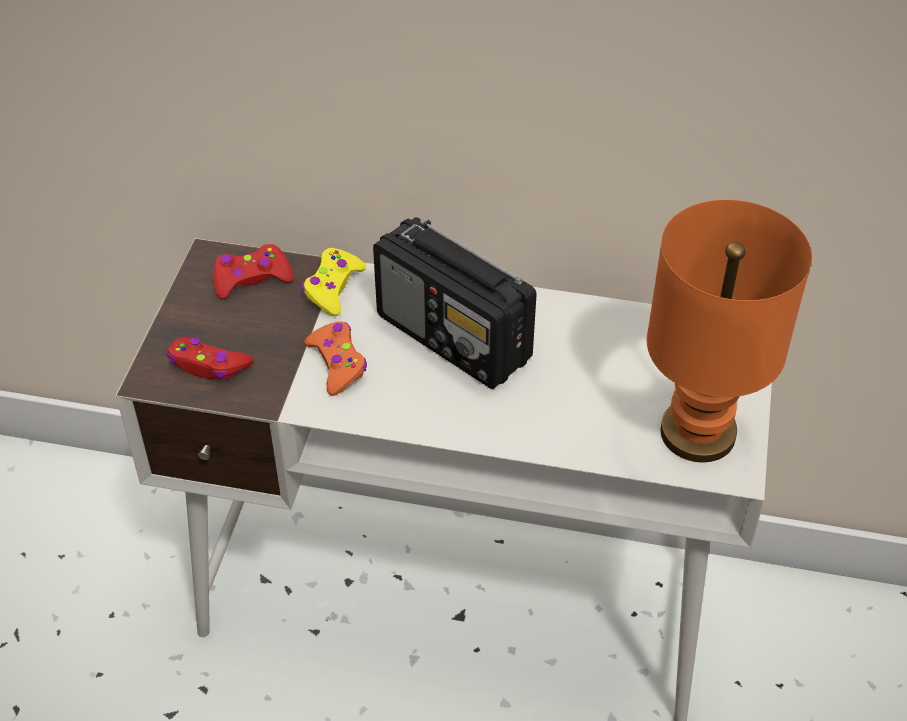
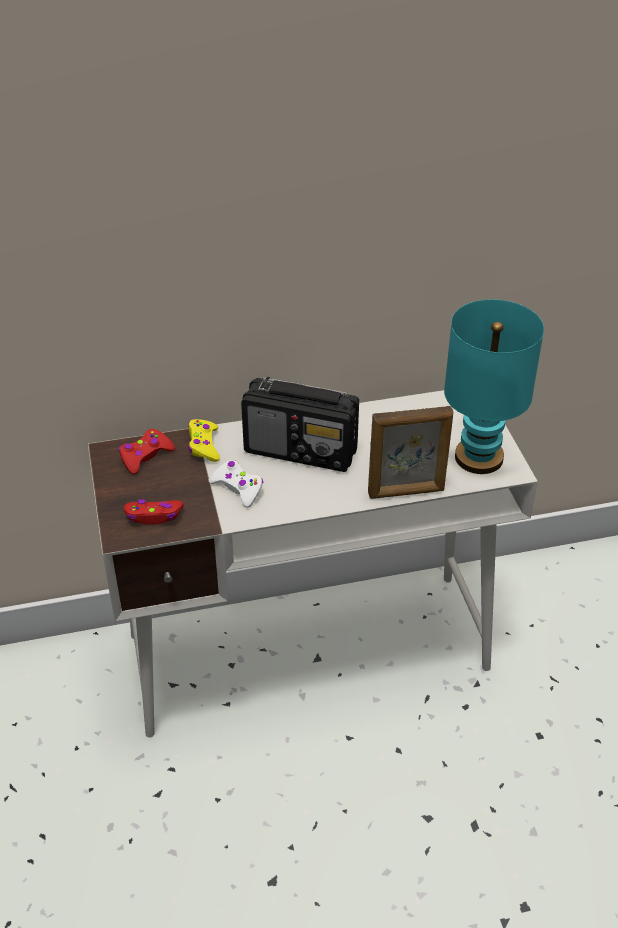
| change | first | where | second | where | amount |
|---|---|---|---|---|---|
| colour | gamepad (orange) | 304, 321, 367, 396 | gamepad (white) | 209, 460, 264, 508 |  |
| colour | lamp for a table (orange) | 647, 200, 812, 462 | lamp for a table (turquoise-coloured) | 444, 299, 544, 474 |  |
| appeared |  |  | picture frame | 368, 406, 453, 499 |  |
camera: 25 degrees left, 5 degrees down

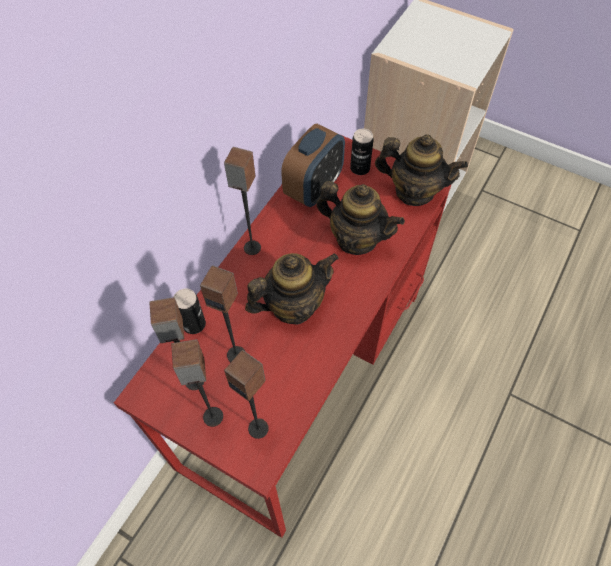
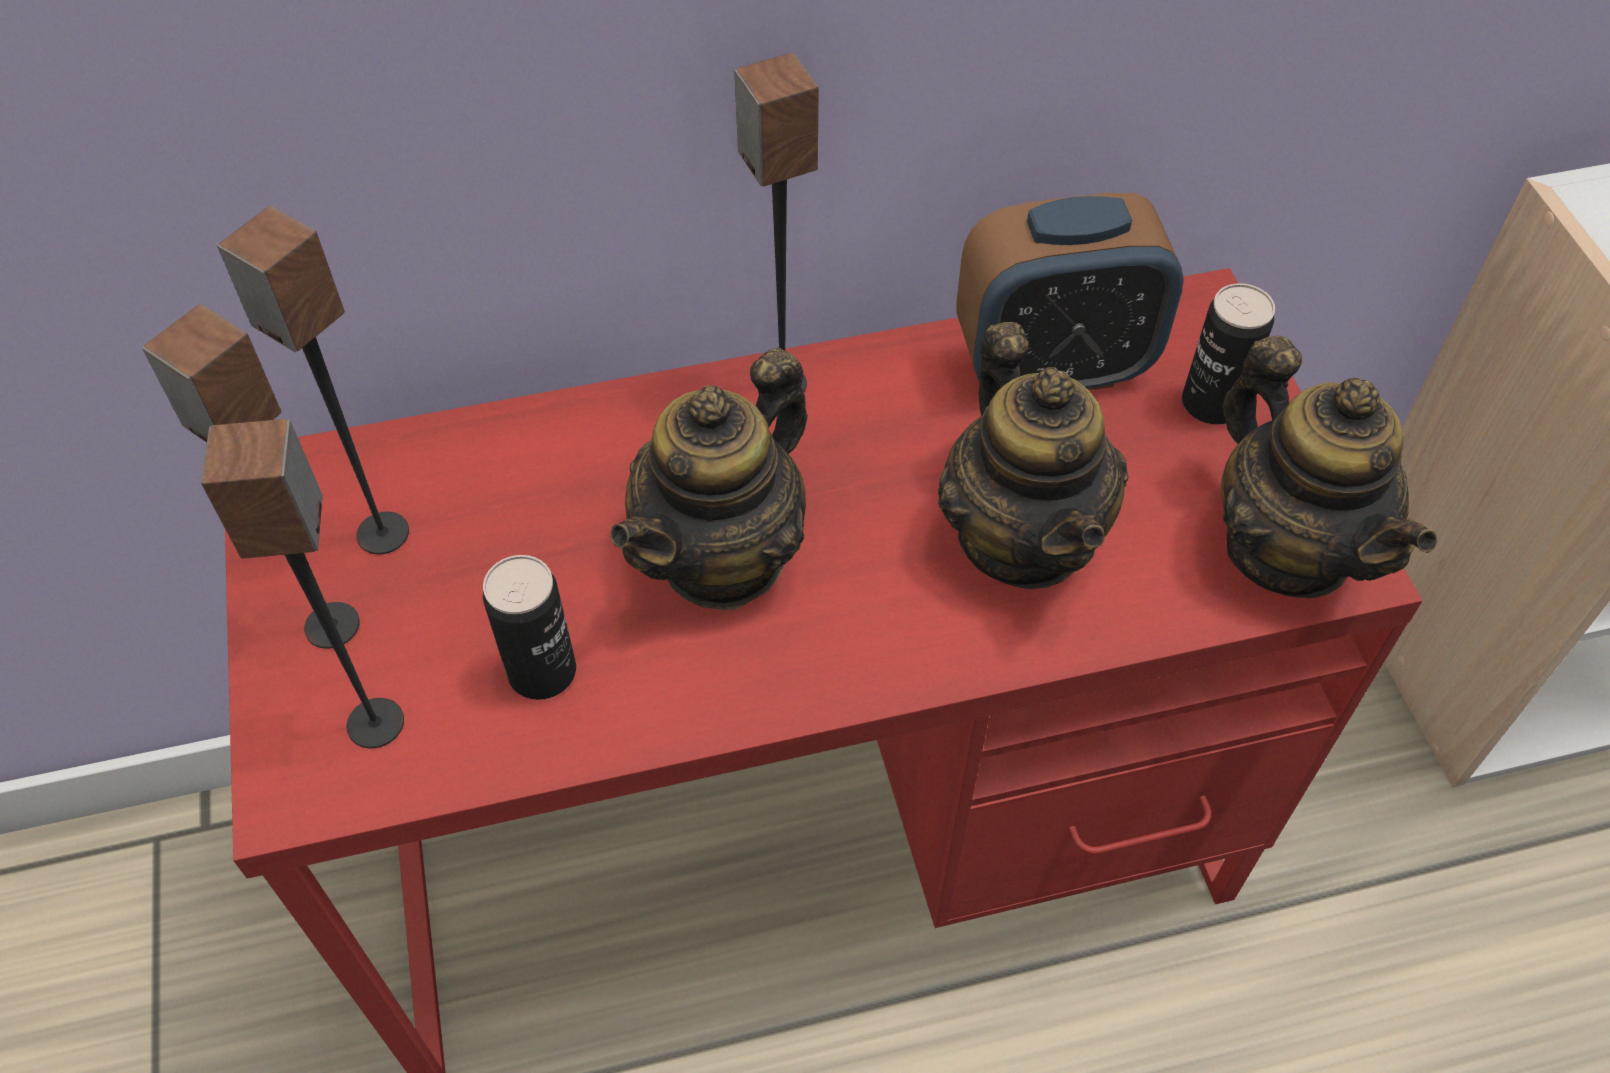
| change | first | where | second | where | amount |
|---|---|---|---|---|---|
| relocated | metal can | 174, 288, 206, 334 |  | 483, 555, 576, 700 |  |
| missing | audio speaker | 200, 265, 245, 362 |  |  |  |
| spun | pot for tea | 245, 253, 339, 325 |  | 610, 348, 808, 611 | 105 degrees clockwise |
camera: 45 degrees right, 5 degrees down

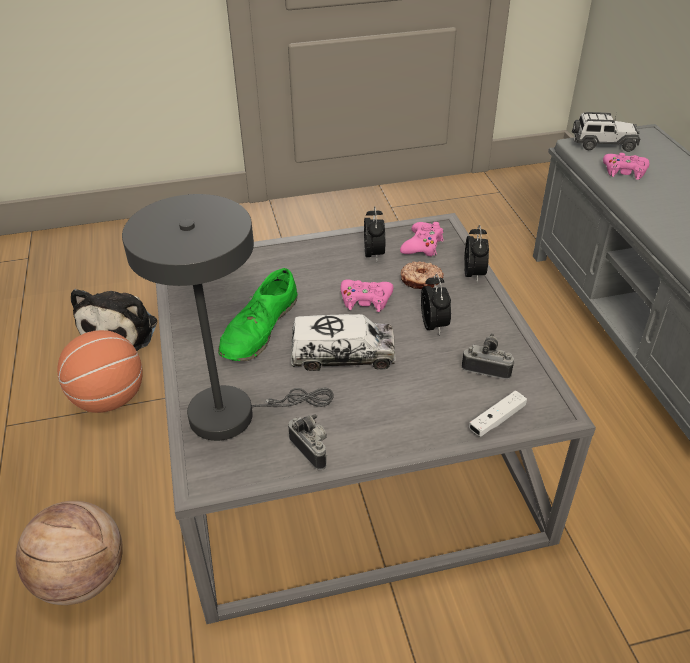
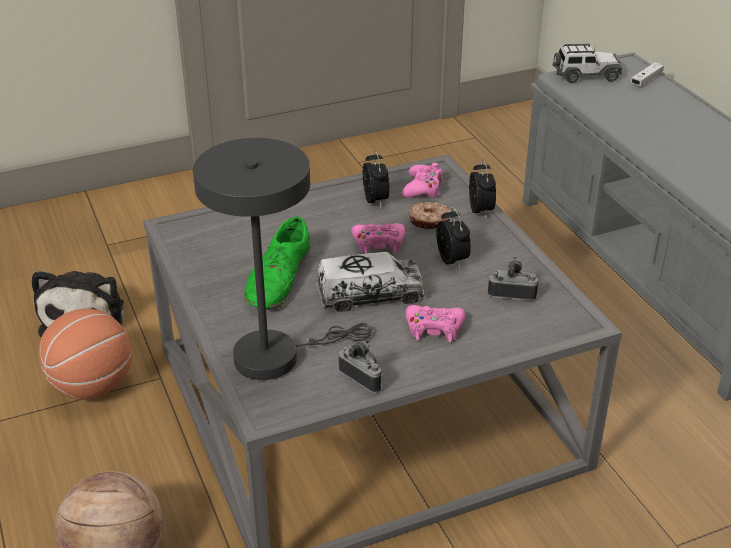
| change | first | where | second | where | amount |
|---|---|---|---|---|---|
| relocated | gamepad (white) | 469, 390, 527, 437 |  | 631, 62, 664, 86 |  |
| relocated | gamepad (pinkish) | 603, 153, 649, 180 |  | 406, 305, 465, 342 |  |
camera: 10 degrees left, 5 degrees down

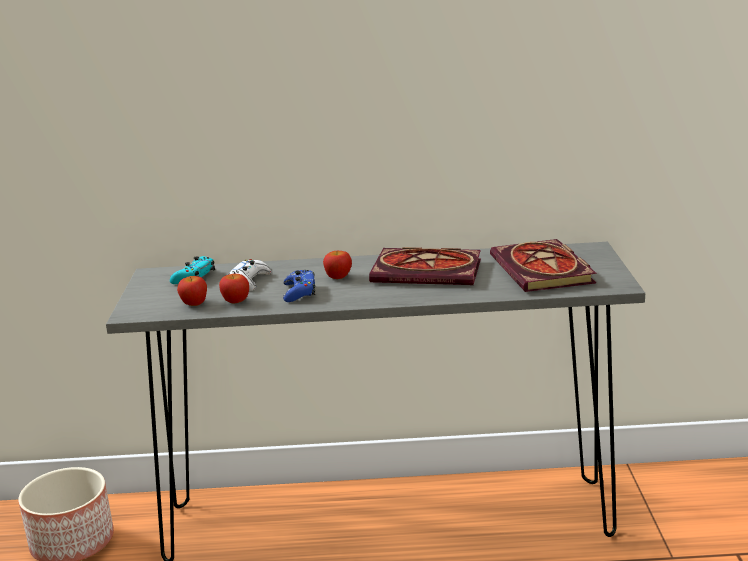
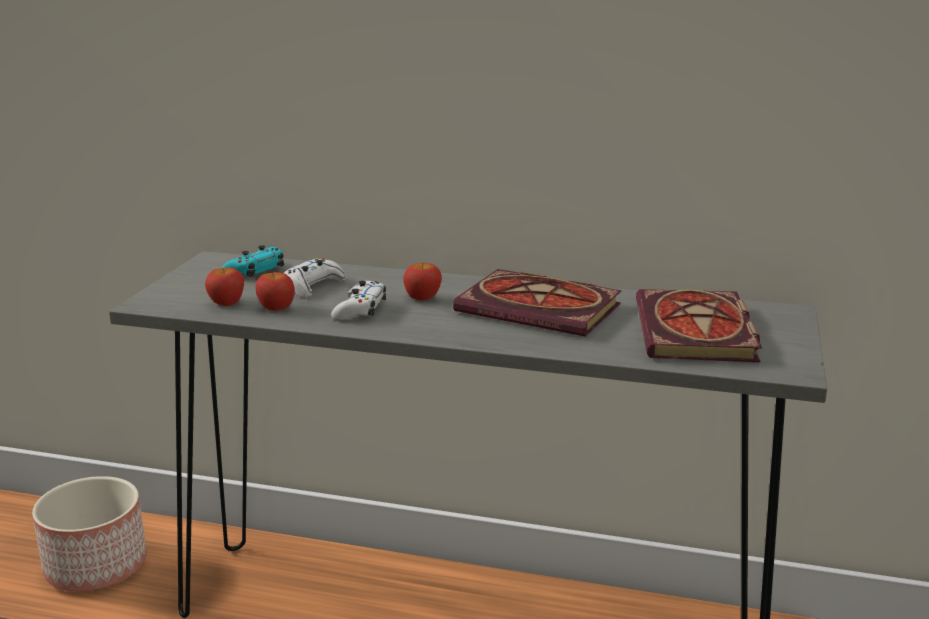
| change | first | where | second | where | amount |
|---|---|---|---|---|---|
| colour | gamepad (blue) | 283, 270, 315, 302 | gamepad (white) | 331, 281, 386, 320 |  |
camera: 15 degrees right, 0 degrees up

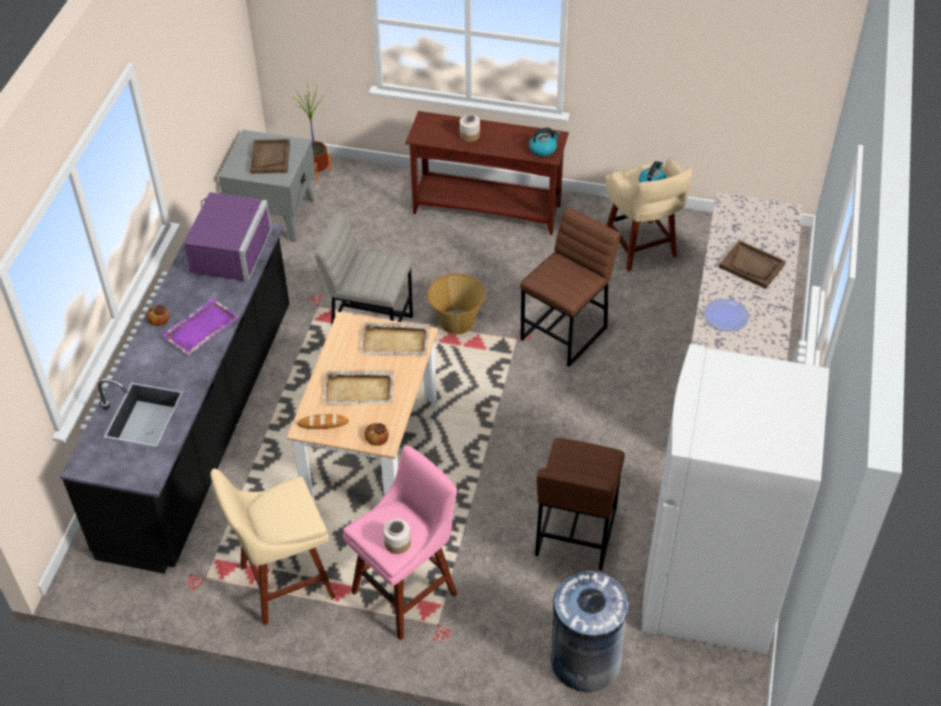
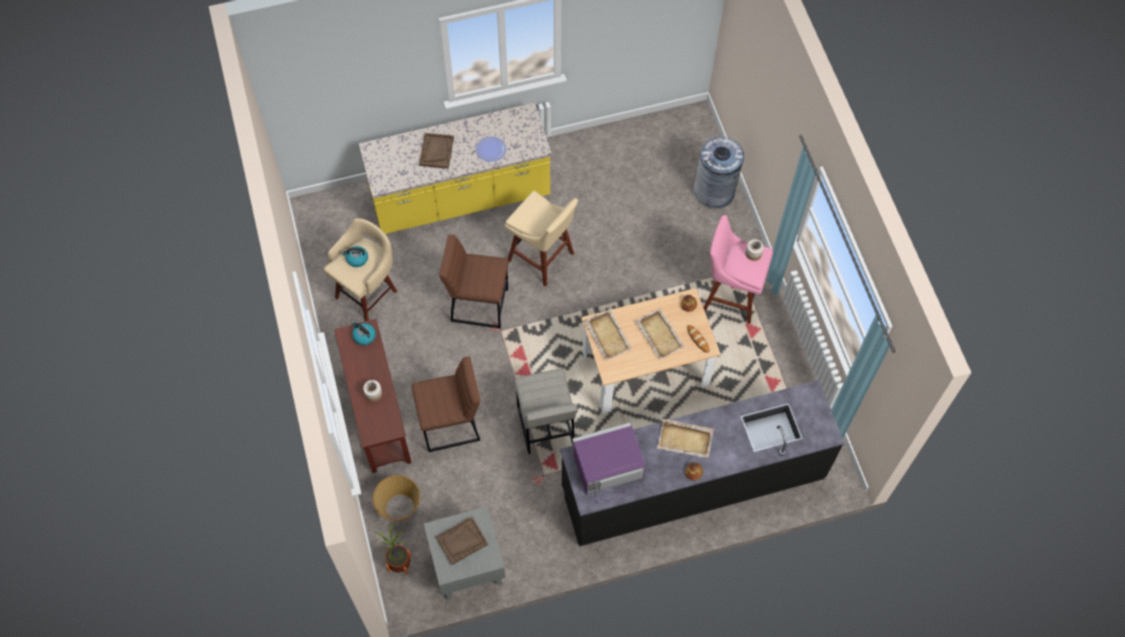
| change | first | where | second | where | amount |
|---|---|---|---|---|---|
| colour | carrying tray (purple-coloured) | 161, 298, 240, 355 | carrying tray (beige-coloured) | 657, 419, 714, 458 |  |
| relocated | stool seat (beige-coloured) | 210, 468, 336, 625 |  | 505, 191, 578, 287 |  |
| relocated | storage basket | 427, 273, 485, 334 |  | 373, 475, 420, 521 |  |
| relocated | plain chair (brown) | 535, 438, 625, 570 |  | 412, 356, 481, 452 |  |
| missing | refrigerator (white) | 642, 344, 829, 654 |  |  |  |
camera: 120 degrees left, 15 degrees up

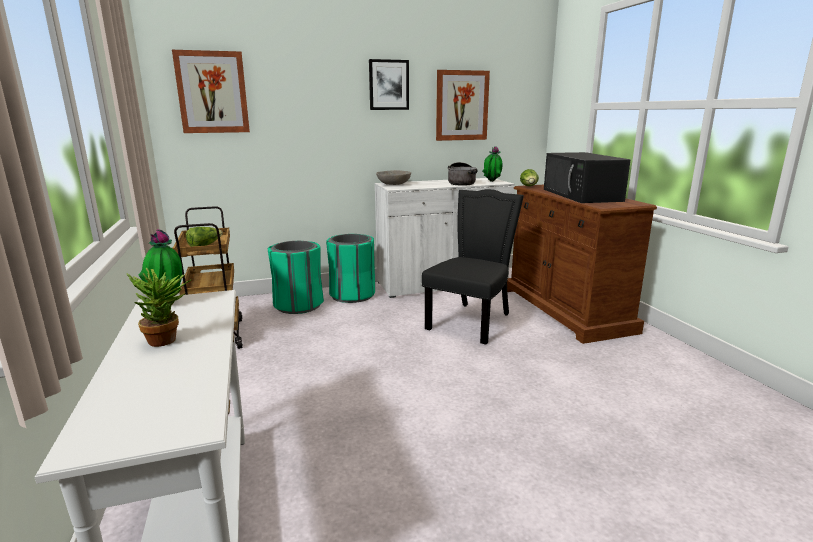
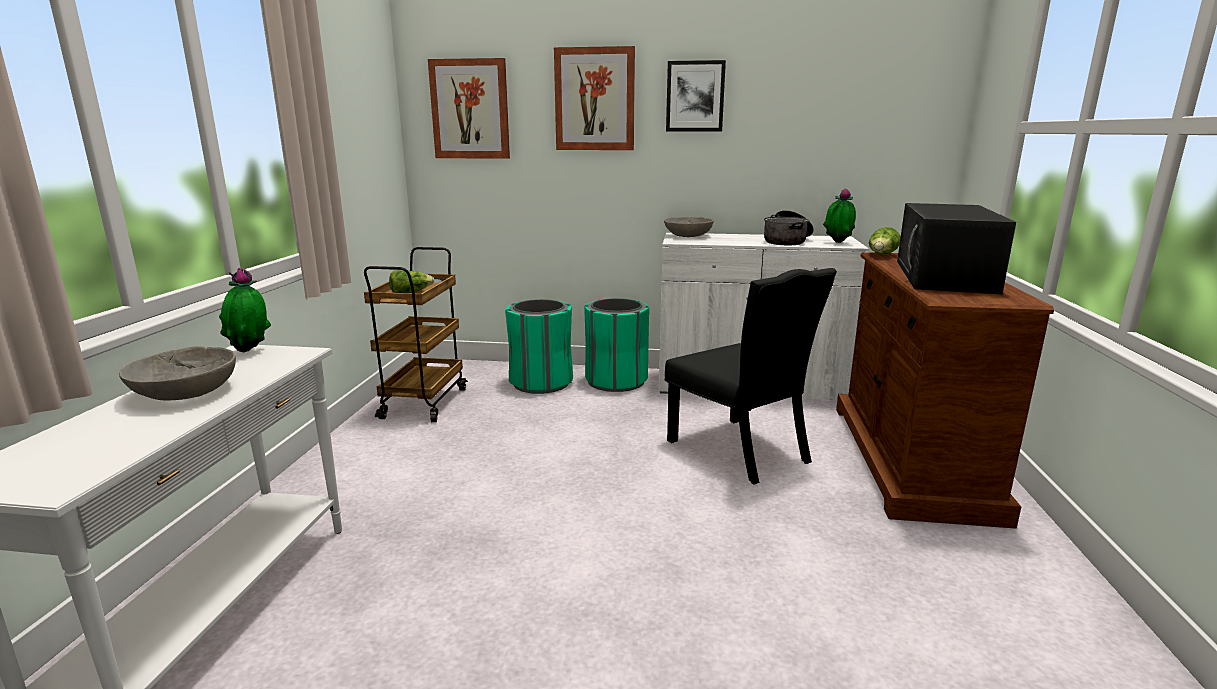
| change | first | where | second | where | amount |
|---|---|---|---|---|---|
| exchanged | houseplant | 126, 268, 192, 347 | serving bowl (greyish) | 119, 346, 236, 400 |  |
| spun | plain chair (blackish) | 422, 189, 524, 345 |  | 664, 268, 837, 485 | 90 degrees clockwise |
| relocated | picture | 436, 70, 490, 141 |  | 554, 46, 635, 150 |  |
camera: 25 degrees right, 0 degrees up

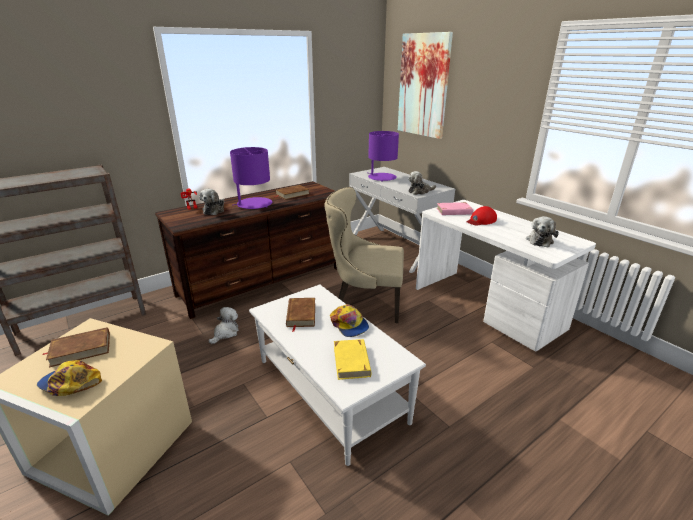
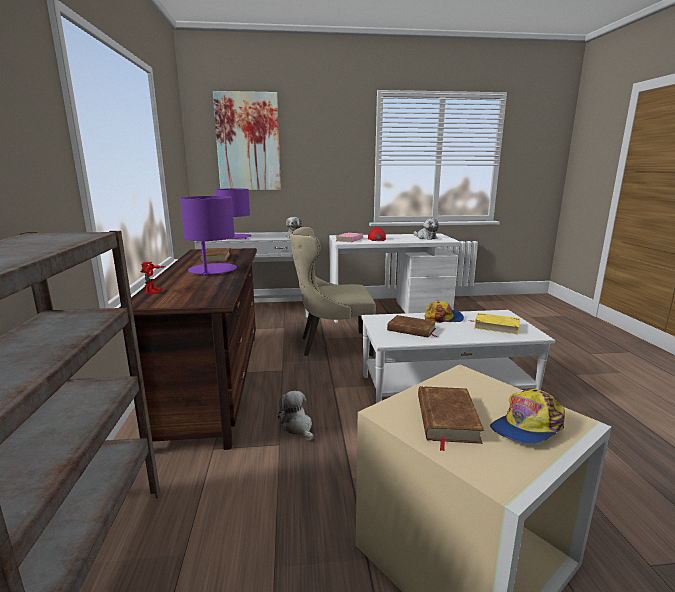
| change | first | where | second | where | amount |
|---|---|---|---|---|---|
| missing | plush toy | 199, 189, 224, 215 |  |  |  |
| spun | plain chair (beige-coloured) | 324, 187, 404, 323 |  | 290, 226, 376, 356 | 45 degrees clockwise |
camera: 60 degrees left, 10 degrees down

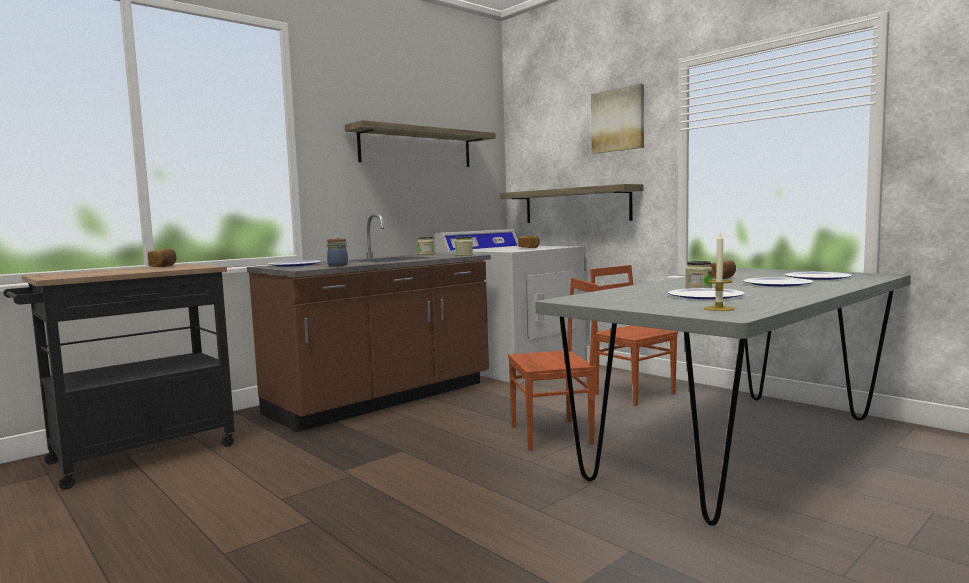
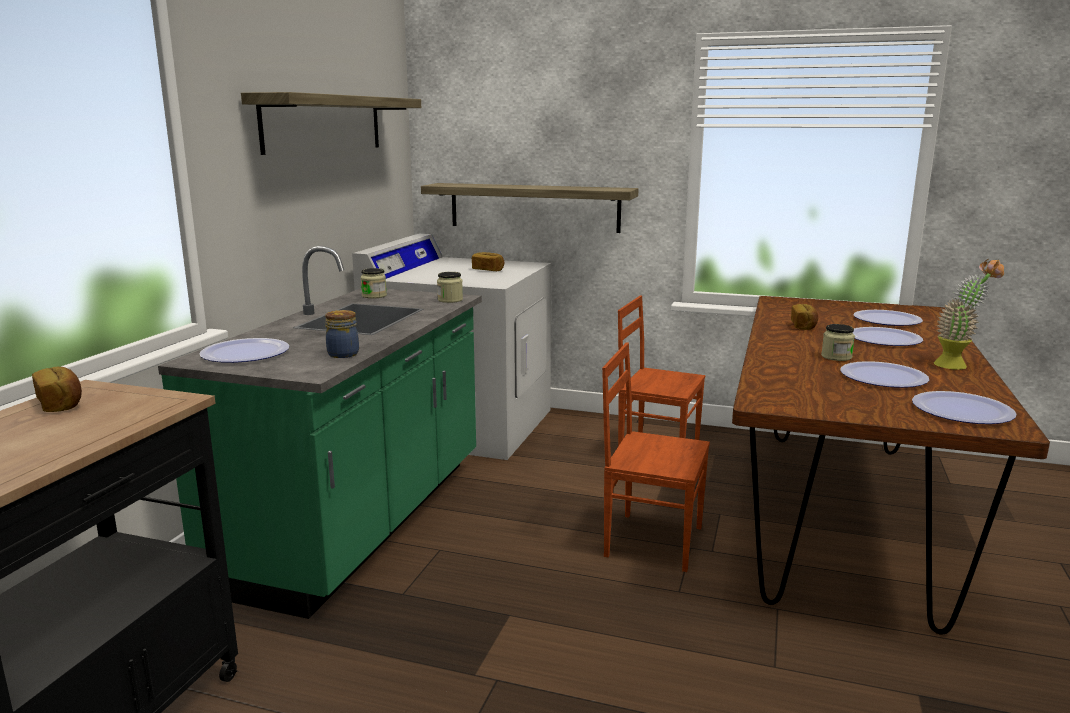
| change | first | where | second | where | amount |
|---|---|---|---|---|---|
| colour | kitchen counter (brown) | 247, 214, 491, 432 | kitchen counter (green) | 158, 246, 482, 619 |  |
| spun | plain chair (brown) | 508, 278, 598, 451 |  | 602, 342, 710, 572 | 120 degrees counterclockwise |
| colour | kitchen table (greyish) | 535, 268, 911, 526 | kitchen table (brown) | 732, 296, 1050, 635 |  |
| missing | picture | 591, 84, 644, 154 |  |  |  |
| exchanged | wax candle | 704, 233, 735, 311 | plate | 912, 391, 1017, 424 |  |
| appeared |  |  | houseplant | 934, 259, 1004, 370 |  |
camera: 30 degrees left, 10 degrees up

